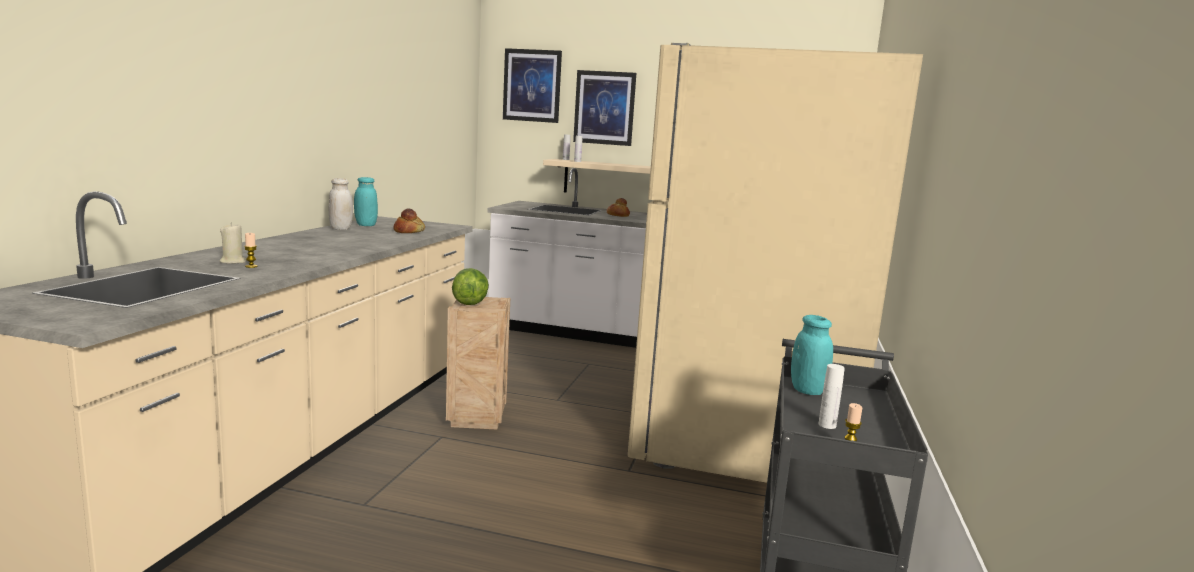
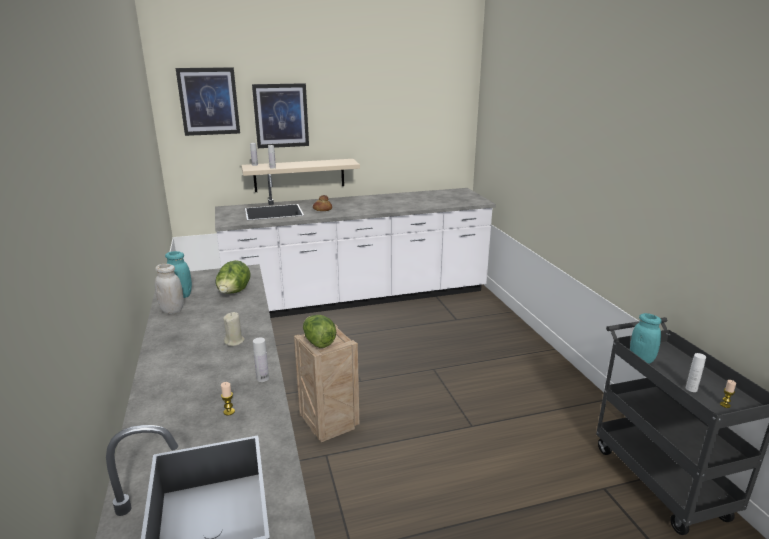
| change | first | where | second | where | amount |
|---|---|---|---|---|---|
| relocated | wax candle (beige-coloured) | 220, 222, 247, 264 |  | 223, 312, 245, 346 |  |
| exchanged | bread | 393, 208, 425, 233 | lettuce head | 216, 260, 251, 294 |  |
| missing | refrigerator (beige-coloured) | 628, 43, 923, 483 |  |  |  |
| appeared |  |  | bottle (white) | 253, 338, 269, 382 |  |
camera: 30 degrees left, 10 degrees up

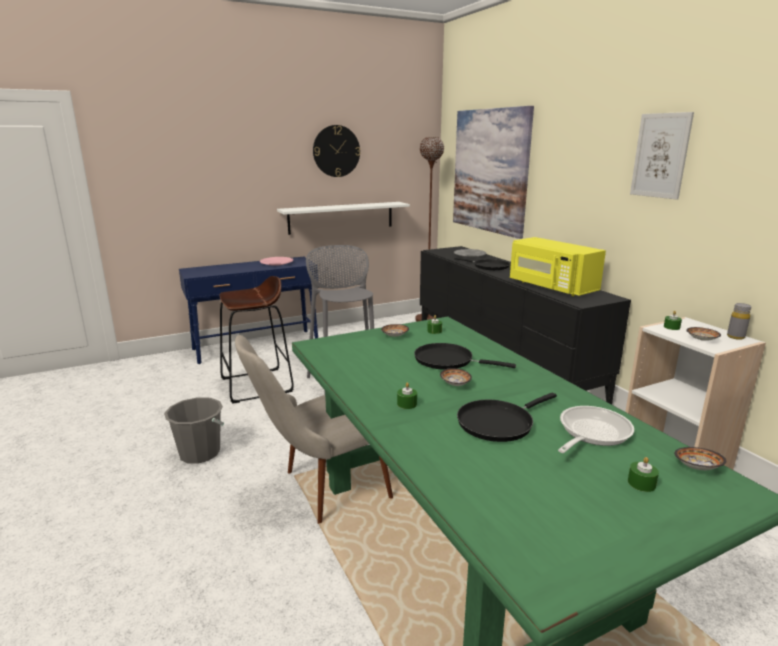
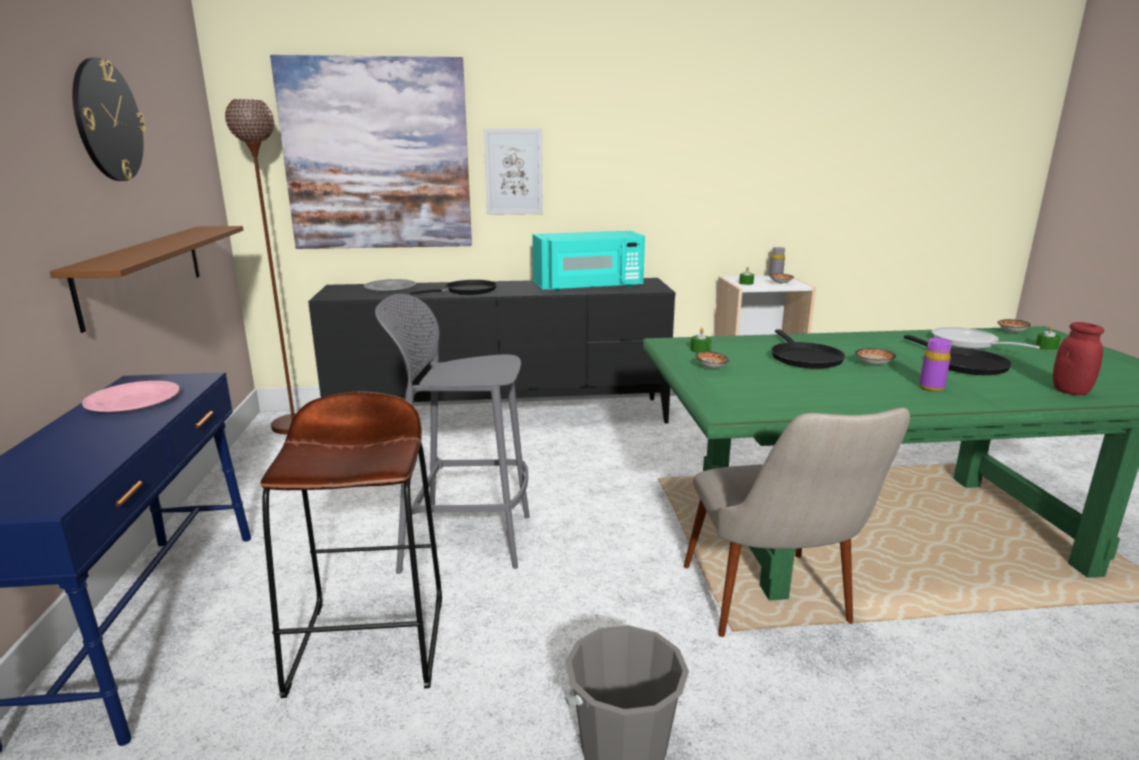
| change | first | where | second | where | amount |
|---|---|---|---|---|---|
| colour | shelf (white) | 277, 202, 410, 235 | shelf (brown) | 50, 226, 243, 333 |  |
| exchanged | wax candle (green) | 397, 383, 417, 409 | bottle (purple-coloured) | 919, 338, 952, 392 |  |
| spun | frying pan (blackish) | 414, 343, 516, 370 |  | 771, 329, 845, 369 | 45 degrees counterclockwise |
| colour | microwave (yellow-coloured) | 510, 237, 606, 296 | microwave (turquoise-coloured) | 532, 231, 645, 292 |  |
| relocated | picture | 630, 112, 694, 200 |  | 484, 129, 543, 215 |  |
| appeared |  |  | storage jar (red) | 1053, 322, 1104, 395 |  |
camera: 70 degrees left, 0 degrees up

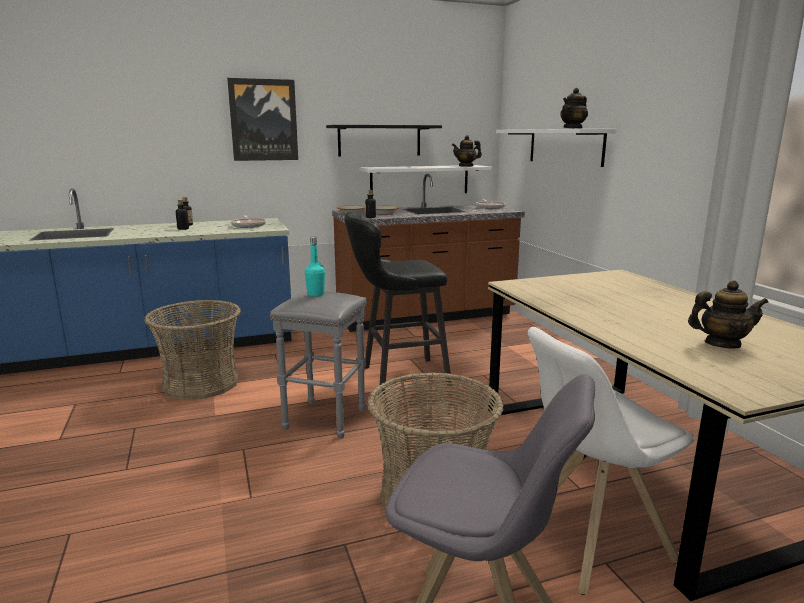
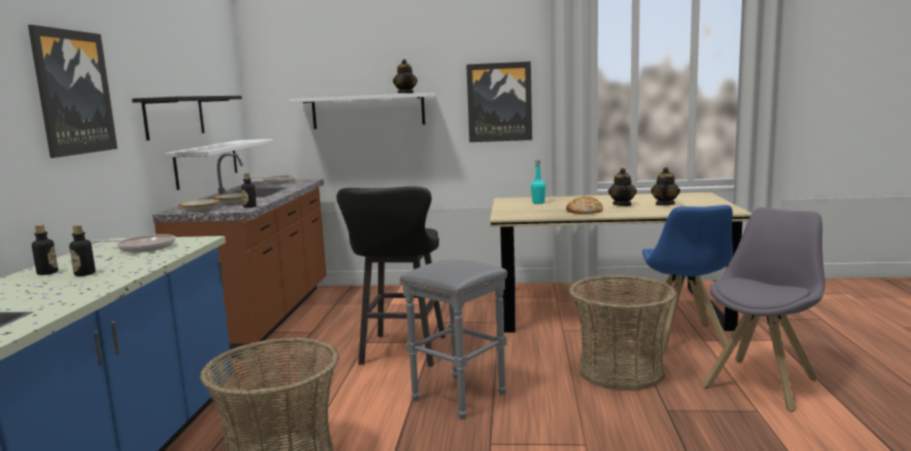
| change | first | where | second | where | amount |
|---|---|---|---|---|---|
| relocated | bottle (turquoise-coloured) | 305, 237, 325, 297 |  | 531, 160, 546, 204 |  |
| relocated | pot for tea | 452, 135, 482, 167 |  | 608, 168, 637, 206 |  |
| colour | plain chair (white) | 528, 327, 695, 595 | plain chair (blue) | 640, 205, 733, 353 |  |
| appeared |  |  | picture | 466, 61, 532, 142 |  |
| appeared |  |  | bread | 566, 196, 603, 214 |  |
camera: 65 degrees left, 5 degrees down

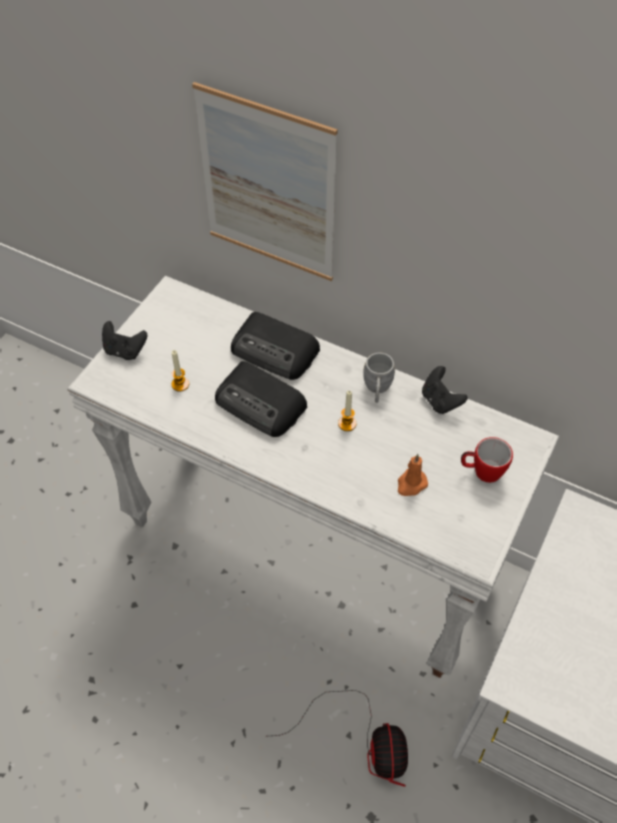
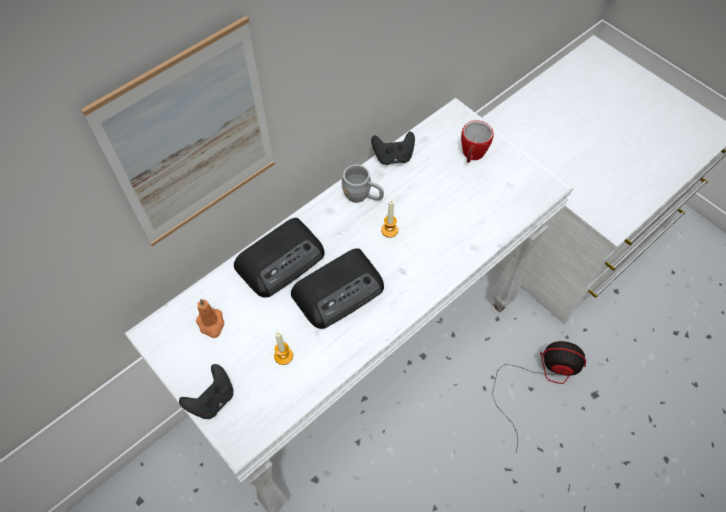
| change | first | where | second | where | amount |
|---|---|---|---|---|---|
| relocated | wax candle (orange) | 398, 454, 428, 496 |  | 196, 299, 224, 338 |  |
camera: 70 degrees left, 5 degrees up

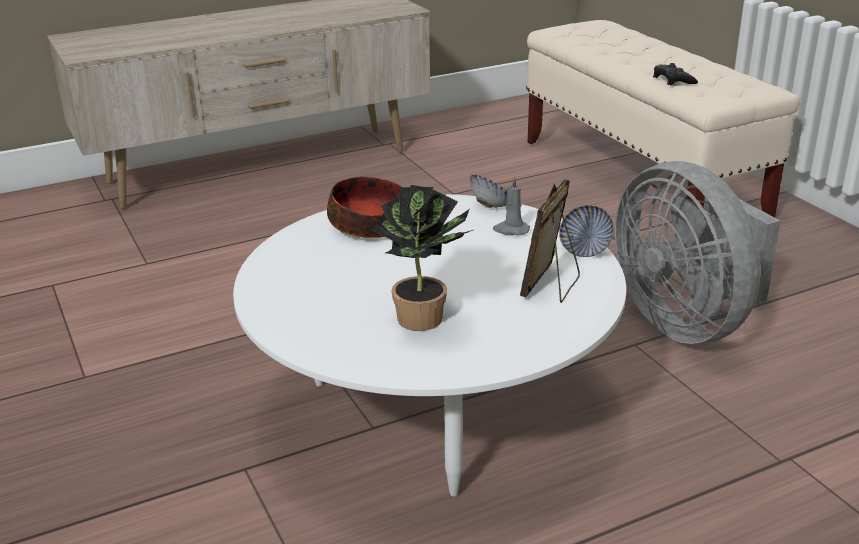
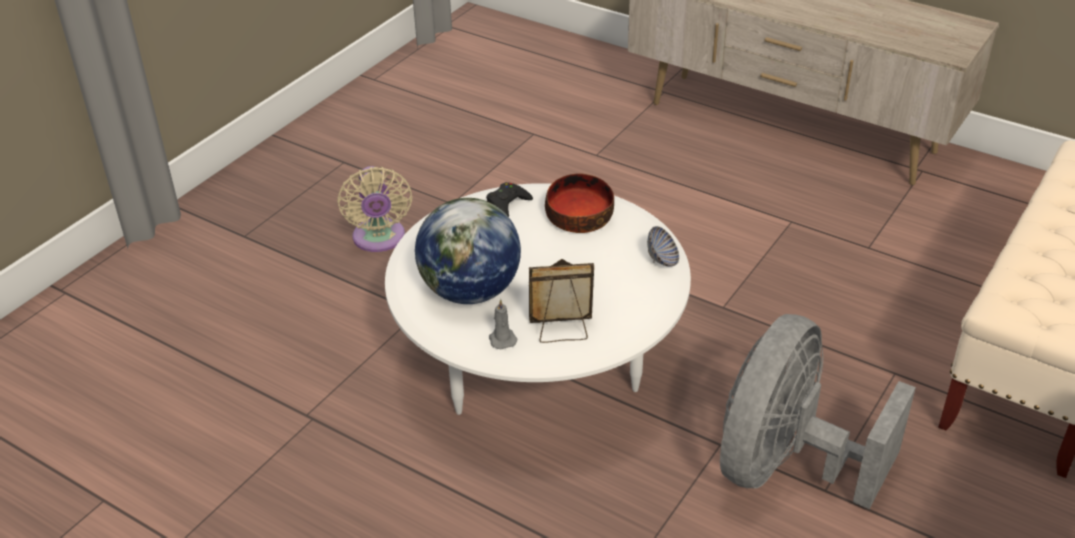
| change | first | where | second | where | amount |
|---|---|---|---|---|---|
| exchanged | houseplant | 373, 185, 473, 331 | world globe | 415, 198, 521, 304 |  |
| relocated | wax candle (greyish) | 493, 175, 530, 235 |  | 489, 299, 518, 349 |  |
| missing | serving bowl | 559, 205, 614, 257 |  |  |  |
| relocated | gamepad (blackish) | 653, 63, 698, 85 |  | 486, 182, 533, 217 |  |
| appeared |  |  | fan (beige-coloured) | 337, 166, 412, 252 |  |
camera: 60 degrees right, 10 degrees up

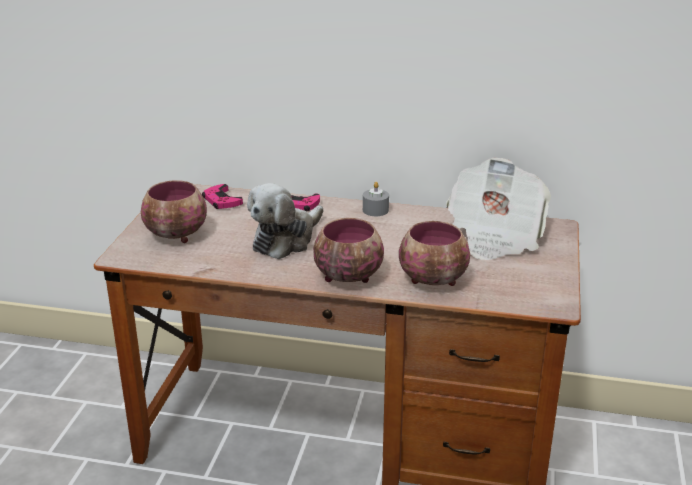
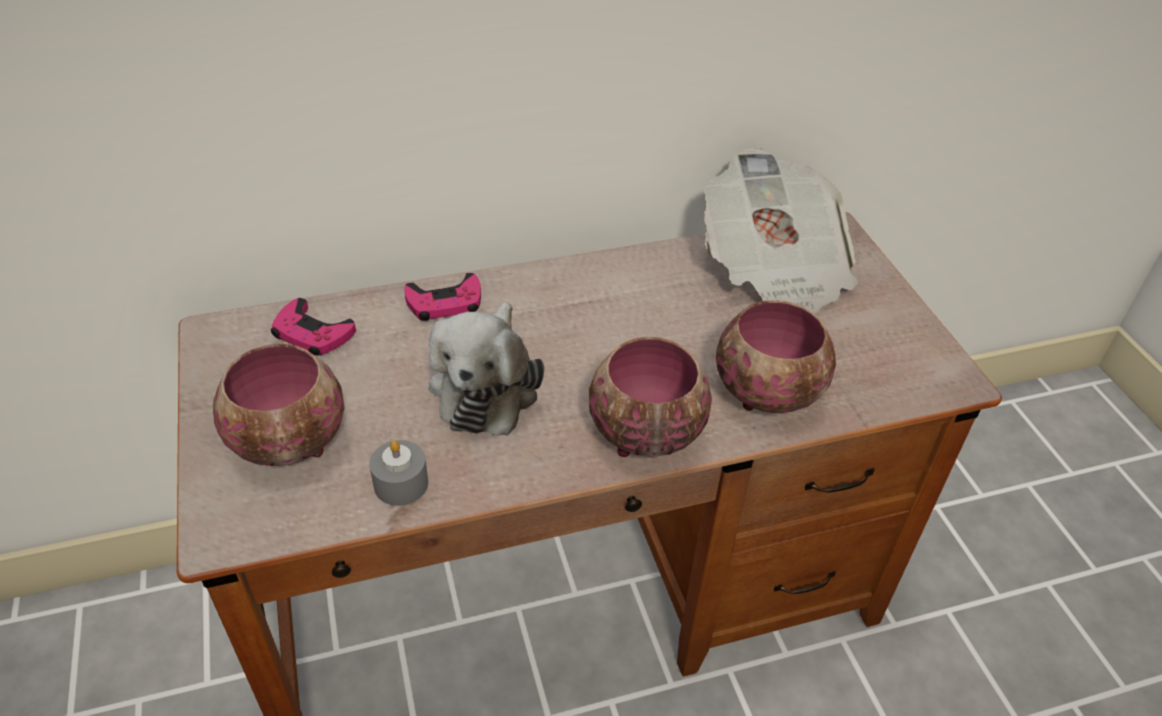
| change | first | where | second | where | amount |
|---|---|---|---|---|---|
| relocated | wax candle (greyish) | 363, 182, 389, 216 |  | 369, 440, 428, 506 |  |
camera: 30 degrees left, 15 degrees up

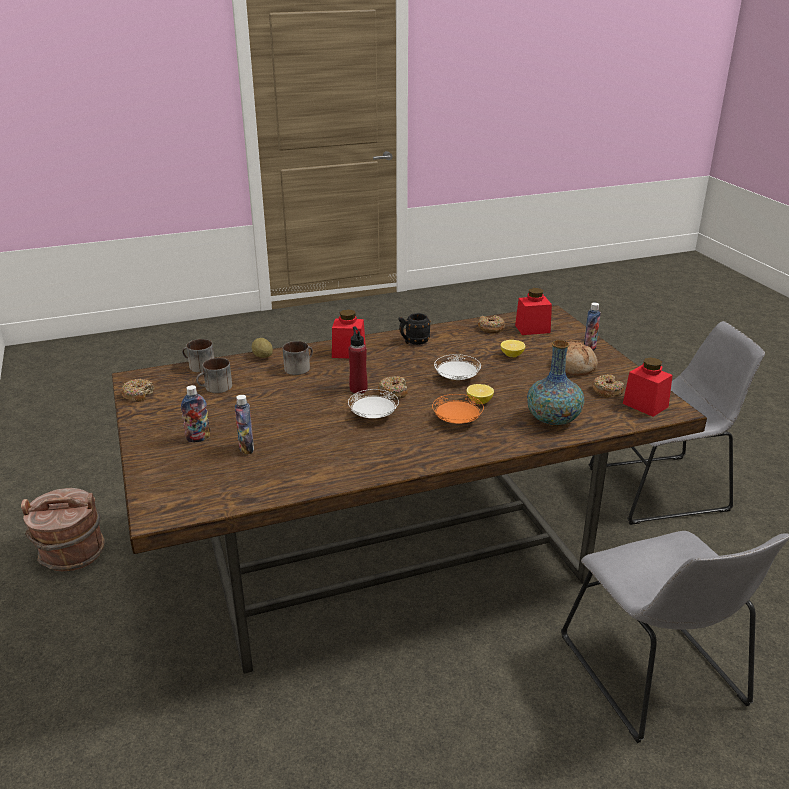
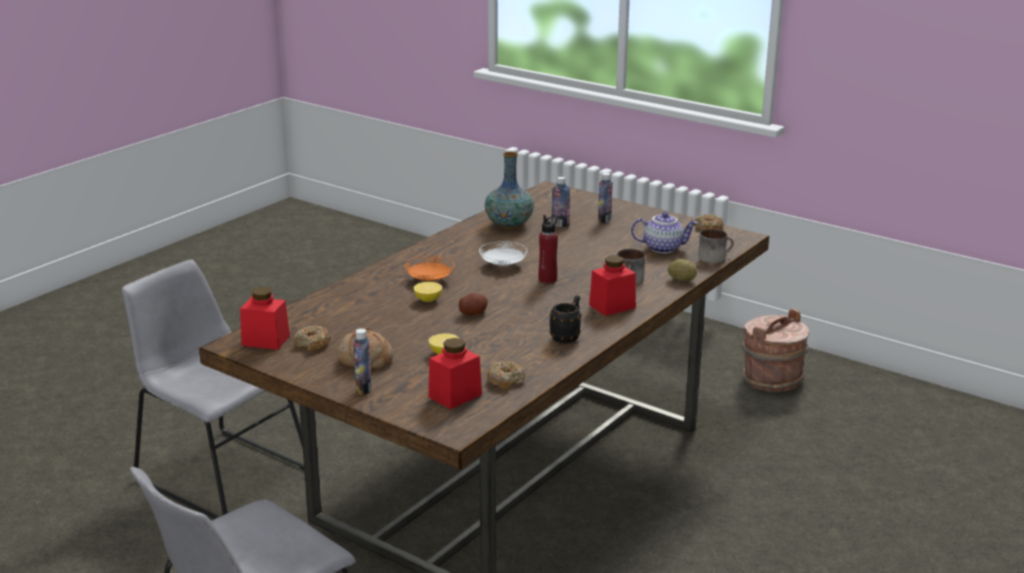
| change | first | where | second | where | amount |
|---|---|---|---|---|---|
| exchanged | coffee mug | 196, 358, 232, 393 | pot for tea | 631, 212, 698, 253 |  |
| missing | ring doughnut | 378, 376, 408, 398 |  |  |  |
| exchanged | plate (white) | 434, 354, 481, 380 | potato | 459, 293, 488, 315 |  |
| relocated | vase | 527, 340, 584, 426 |  | 485, 152, 534, 229 |  |
camera: 145 degrees right, 5 degrees down

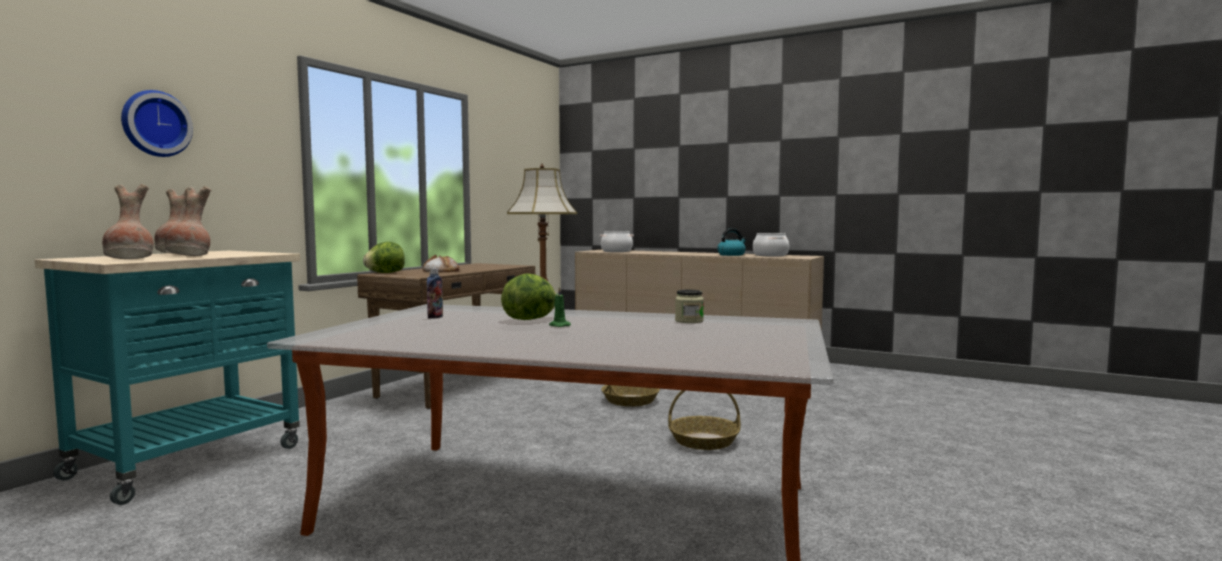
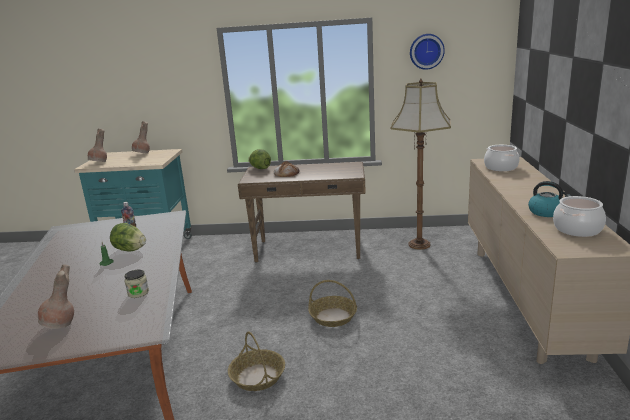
| change | first | where | second | where | amount |
|---|---|---|---|---|---|
| relocated | wall clock | 121, 90, 193, 157 |  | 410, 34, 445, 70 |  |
| relocated | vase (brown) | 165, 186, 212, 256 |  | 38, 264, 74, 329 |  |
camera: 65 degrees right, 15 degrees up

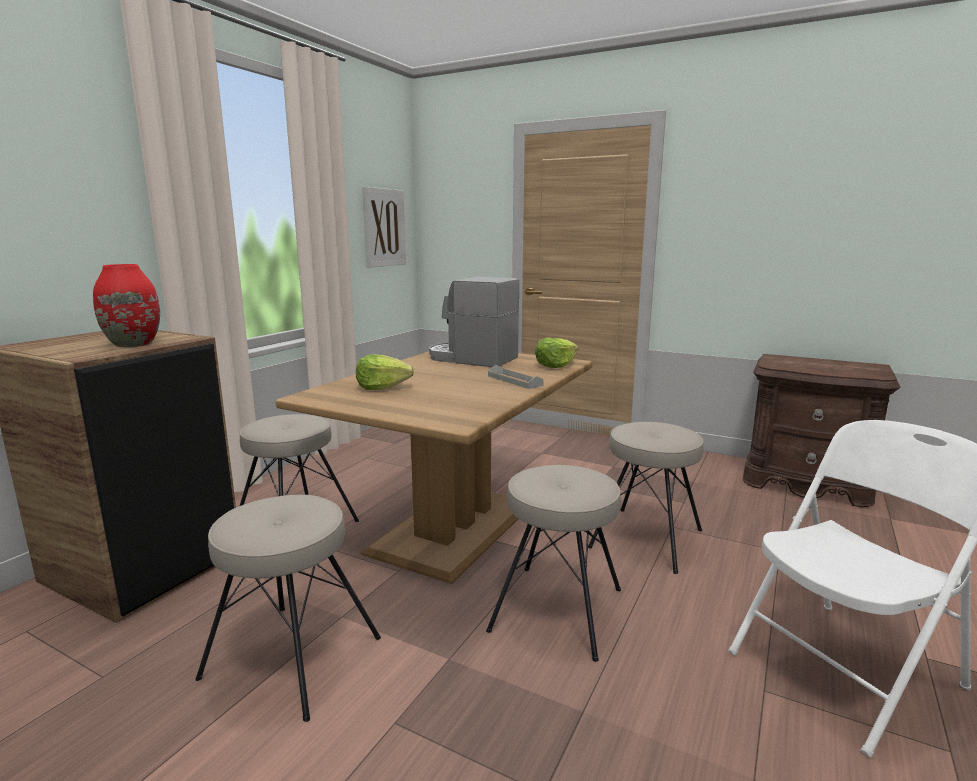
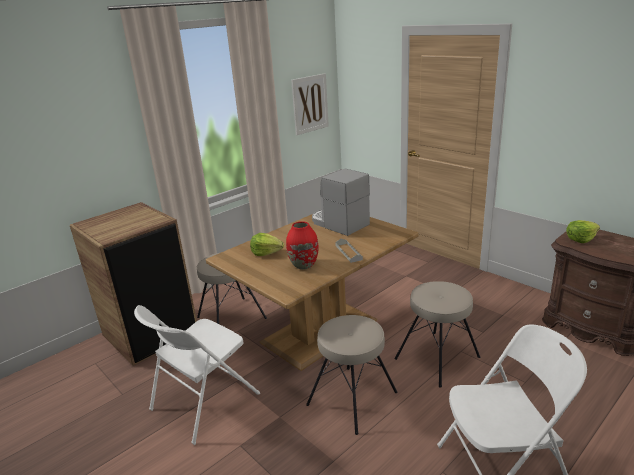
| change | first | where | second | where | amount |
|---|---|---|---|---|---|
| relocated | vase (red) | 93, 264, 160, 347 |  | 286, 221, 319, 269 |  |
| exchanged | stool seat (beige-coloured) | 195, 495, 381, 722 | plain chair (white) | 134, 305, 260, 445 |  |
| relocated | lettuce head | 535, 338, 578, 368 |  | 566, 220, 600, 243 |  |
camera: 20 degrees right, 10 degrees up

